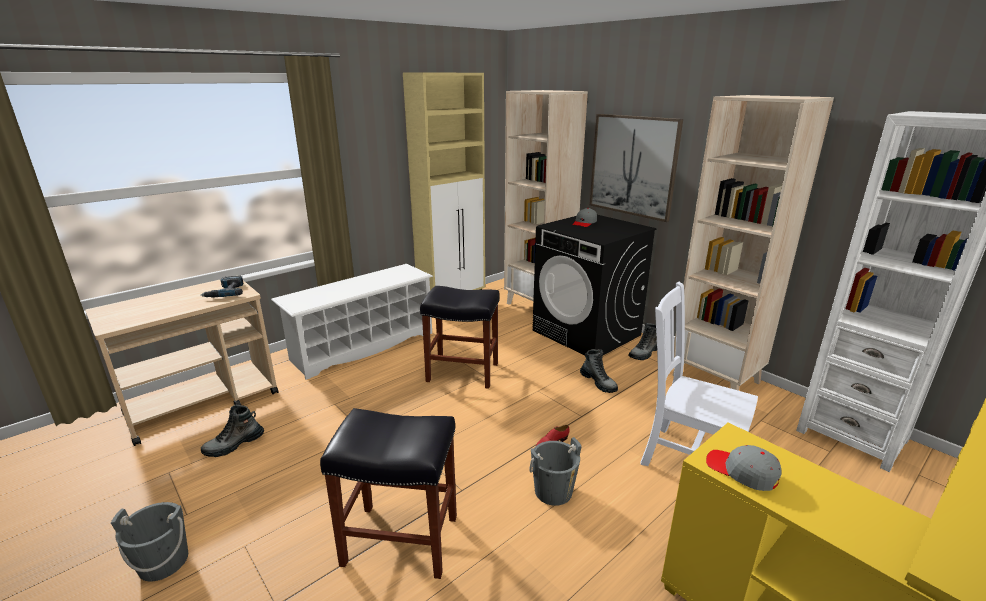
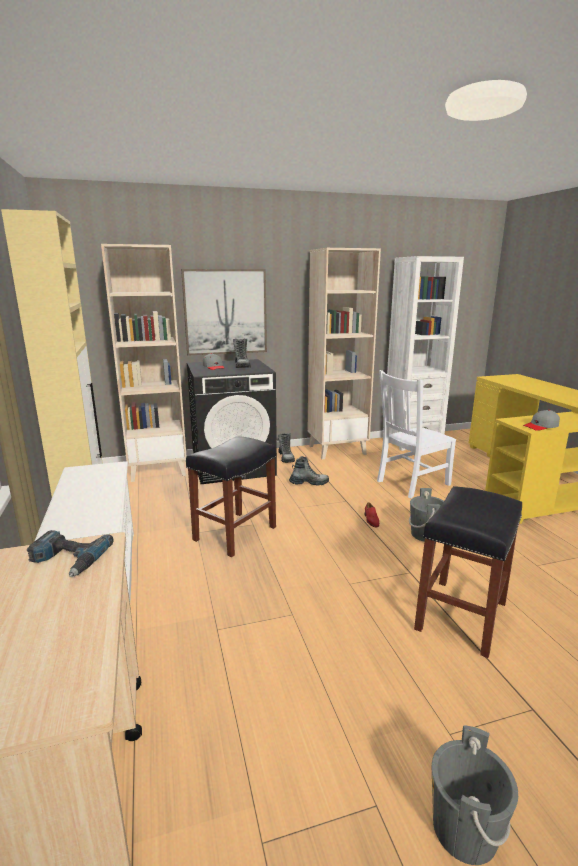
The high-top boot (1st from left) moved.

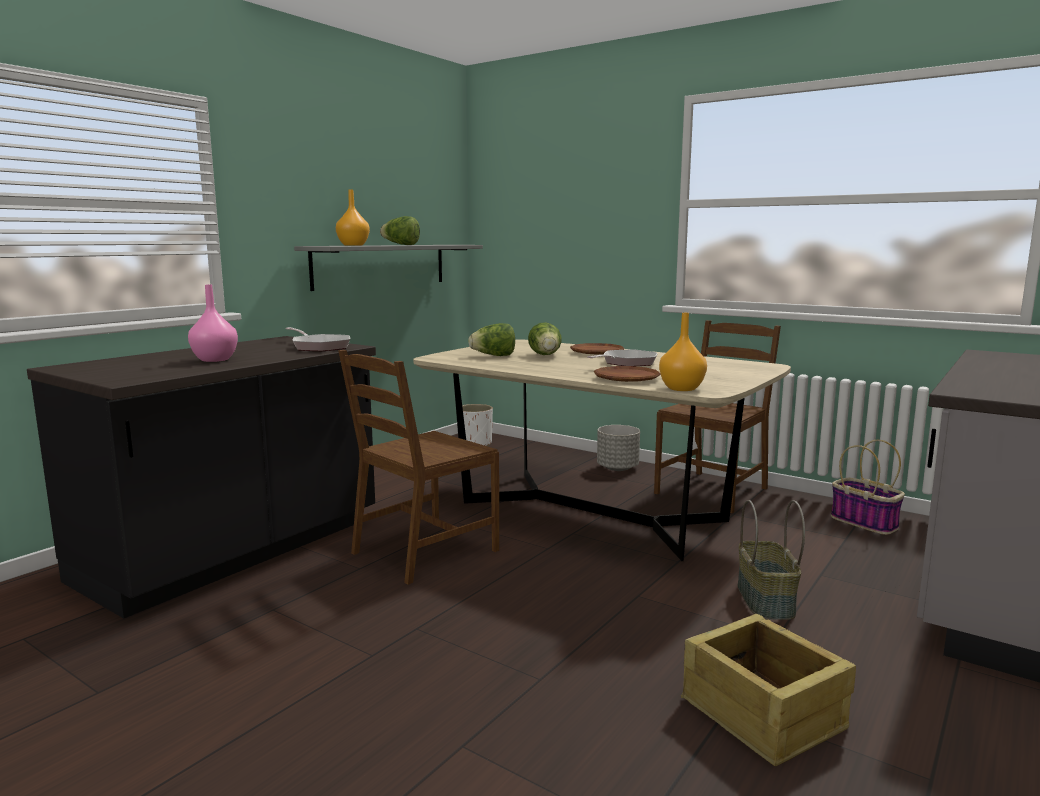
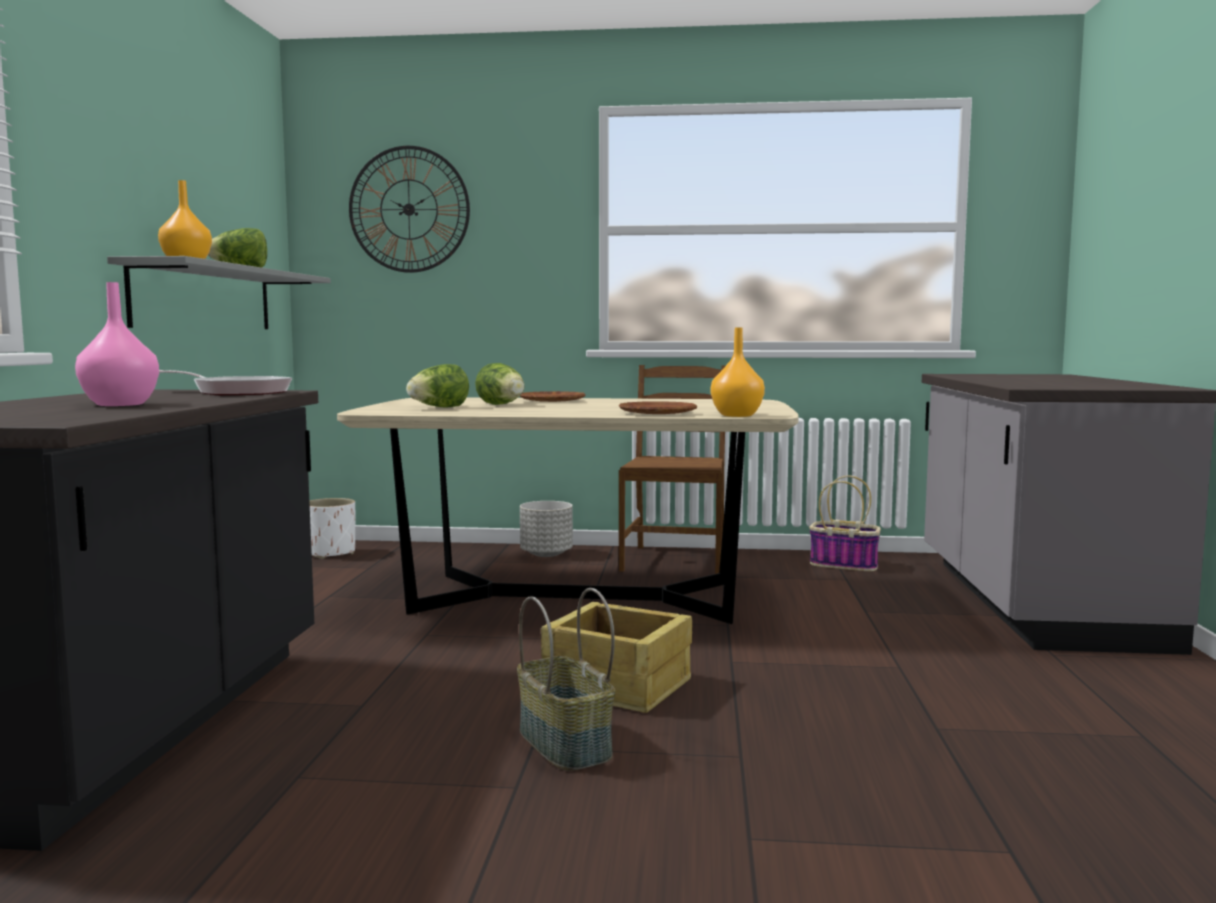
The hanging clock appeared.
The household basket (1st from left) moved.
The shipping crate moved.
The brown-coloured chair (1st from left) disappeared.
The frying pan (2nd from left) disappeared.

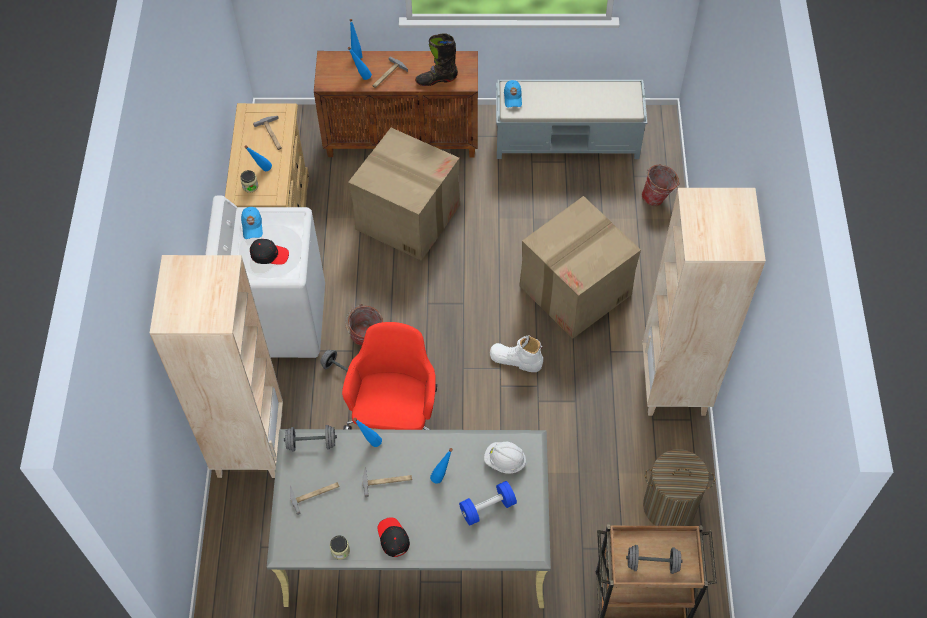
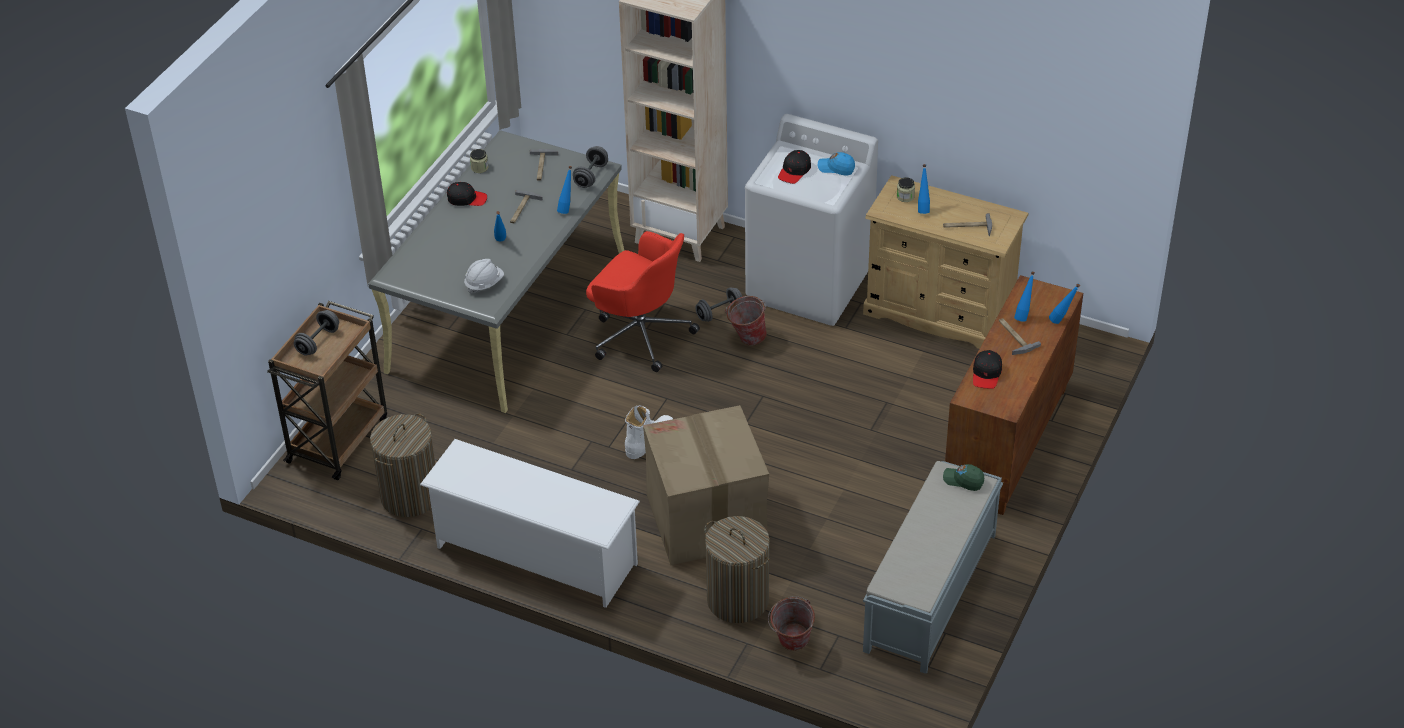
The beige-coloured bookcase (2nd from left) was replaced by the white shoe stand.
The laundry basket (2nd from left) appeared.
The bluish cap (2nd from left) became the green-coloured cap.
The black high-top boot was replaced by the black cap (3rd from left).
The carton (1st from left) disappeared.
The bluish free weight disappeared.

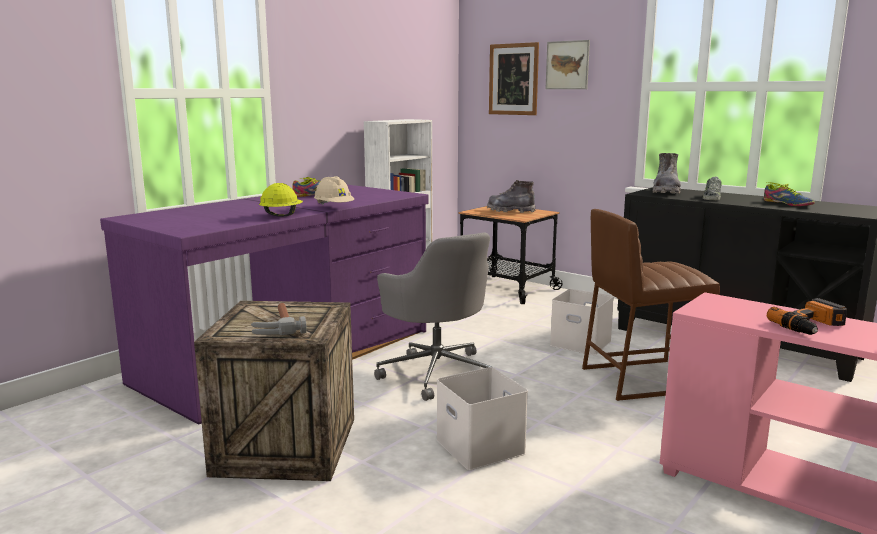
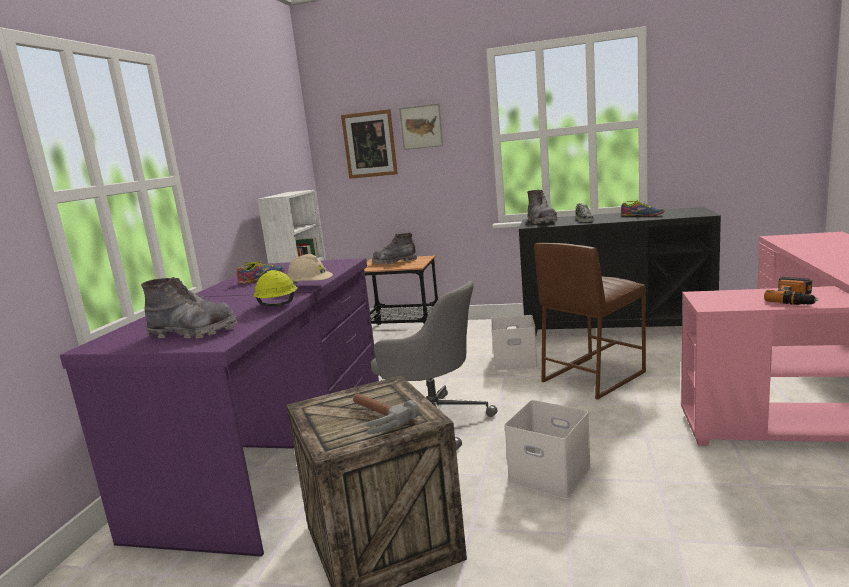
The greyish high-top boot (1st from left) appeared.

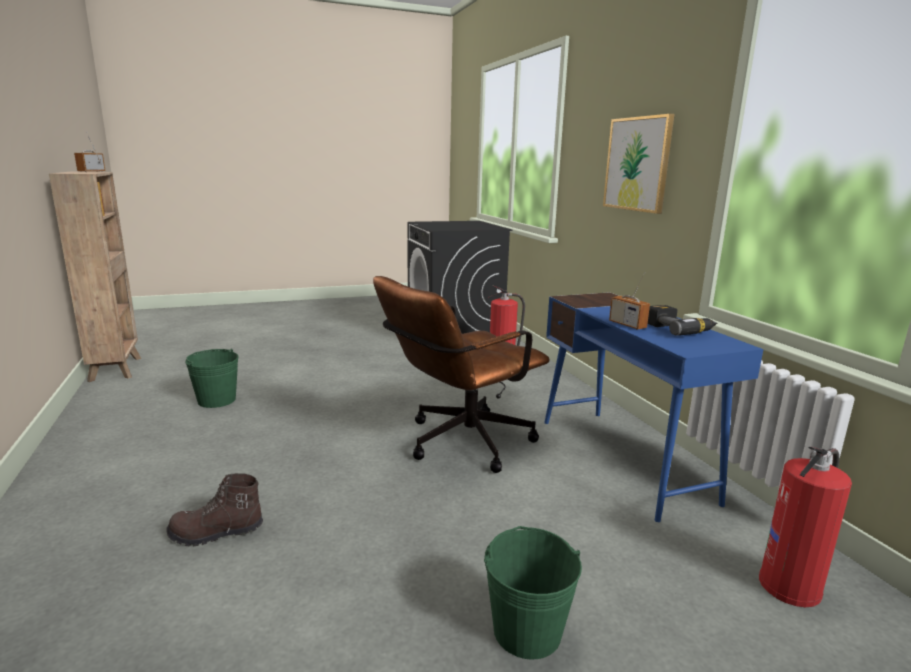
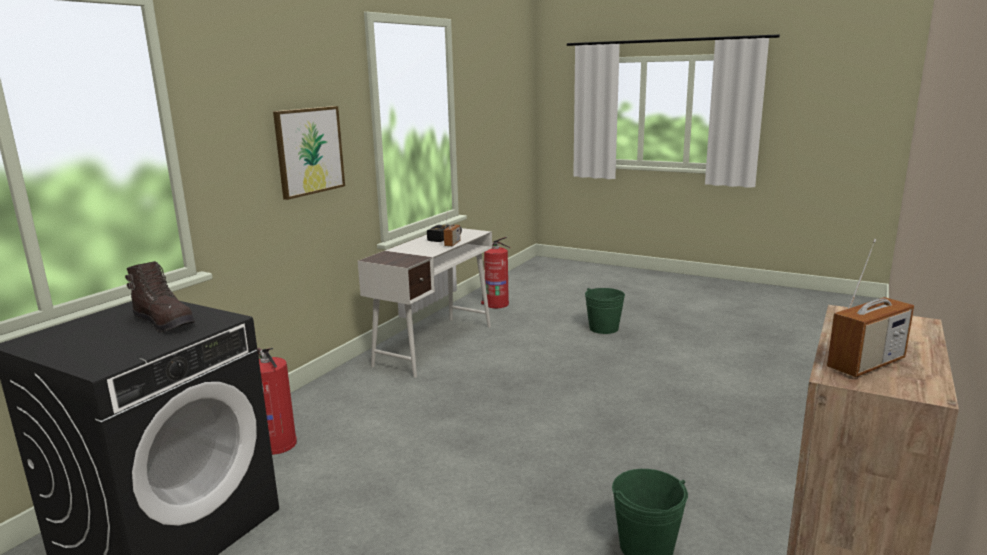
The brown-coloured high-top boot moved.
The bluish desk became the white desk.
The brown-coloured desk chair disappeared.

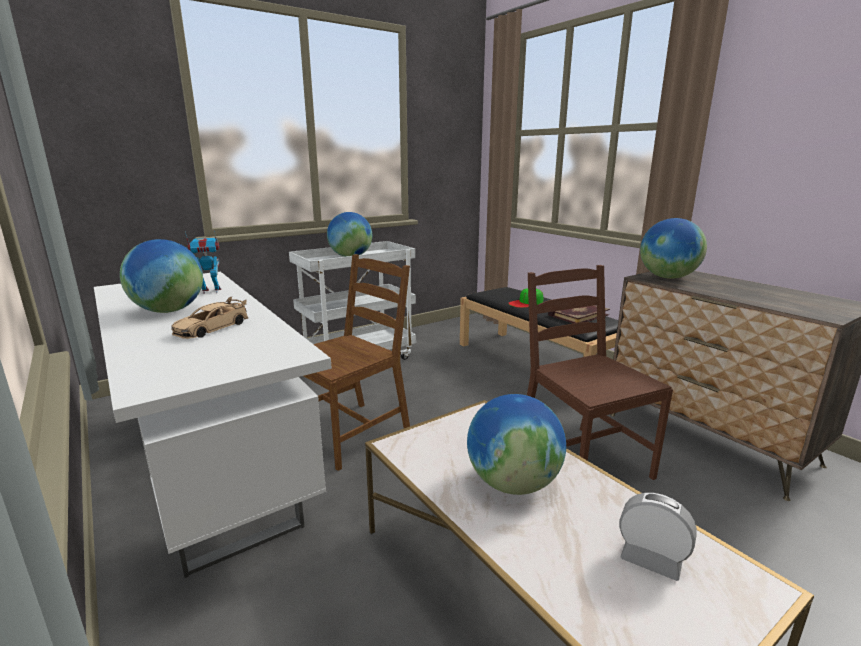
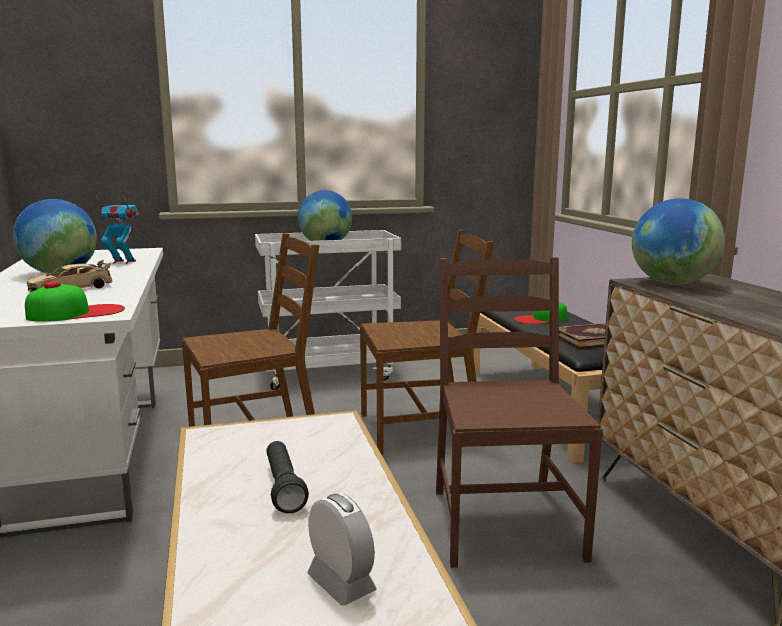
The cap (1st from left) appeared.
The desk globe (3rd from left) was replaced by the black hand torch.
The brown-coloured chair (2nd from left) appeared.

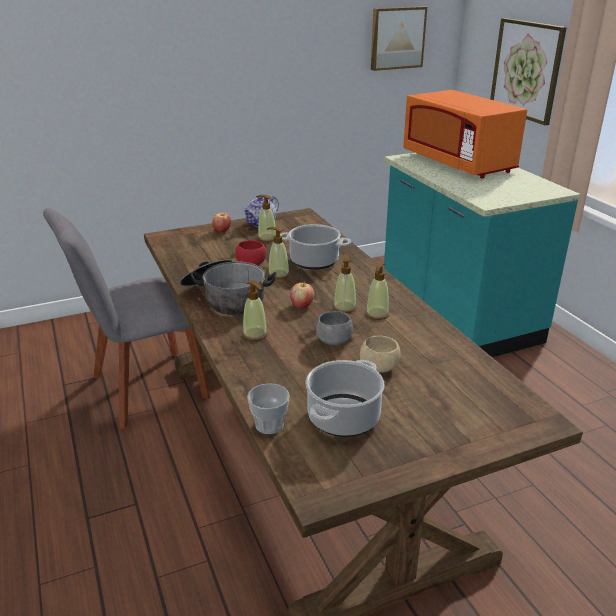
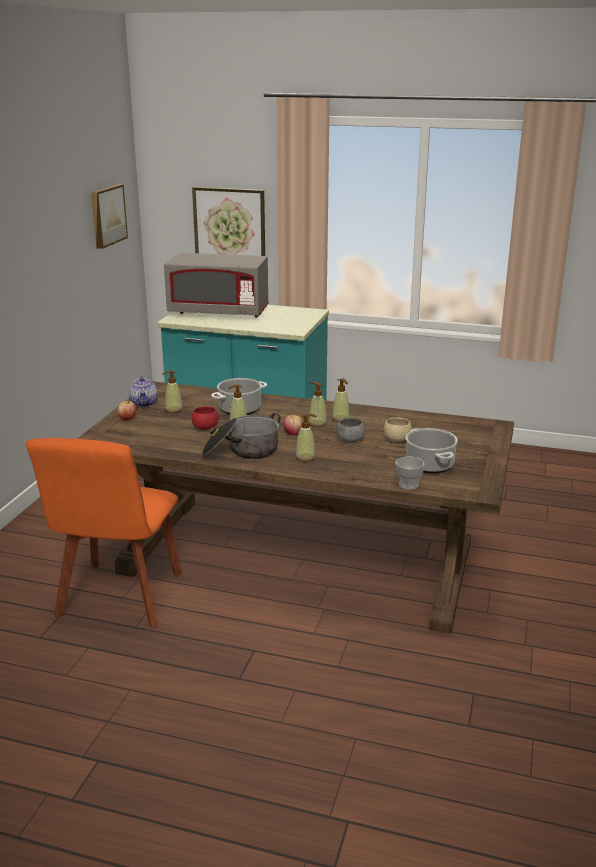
The greyish chair became the orange chair.
The orange microwave oven became the greyish microwave oven.

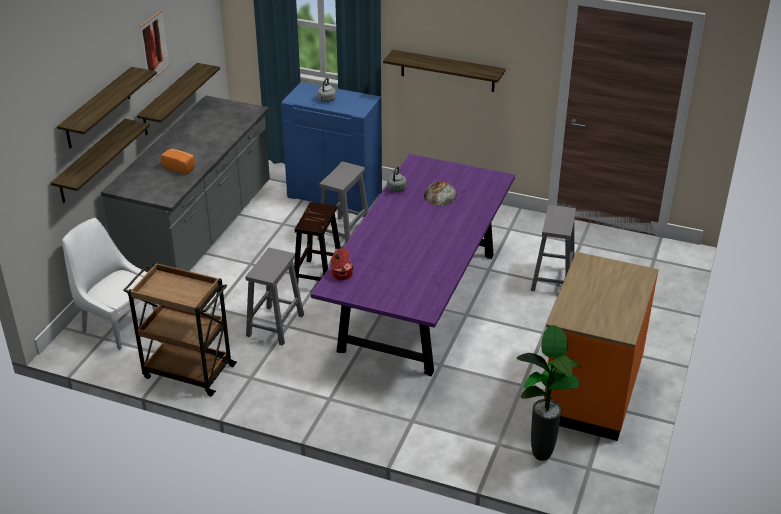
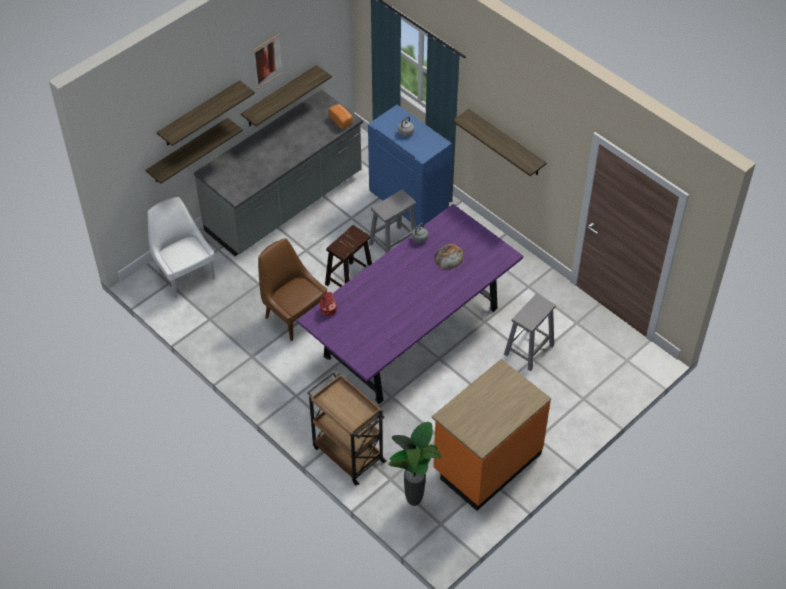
The greyish stool seat (1st from left) was replaced by the brown-coloured chair.
The brown-coloured wheeled cart moved.
The baked bread (1st from left) moved.

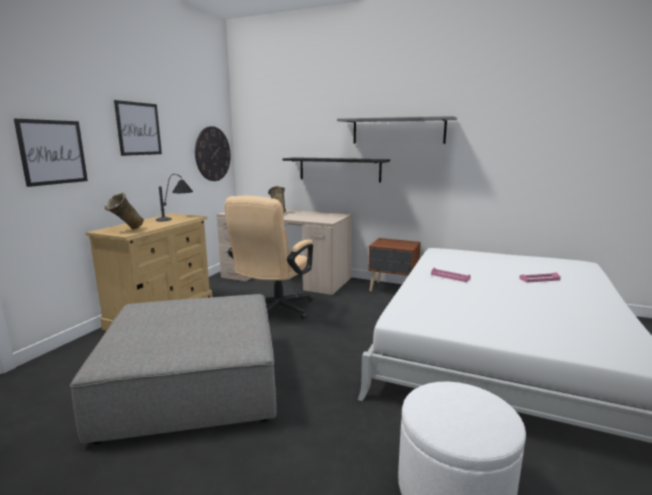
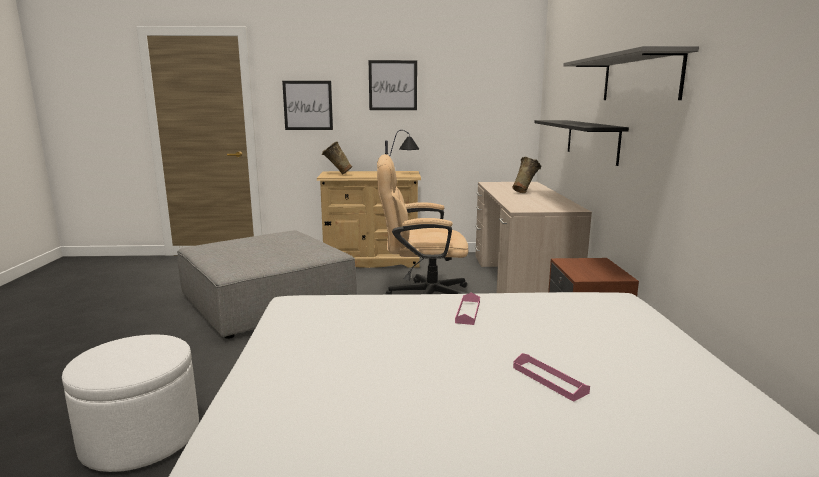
The hanging clock disappeared.

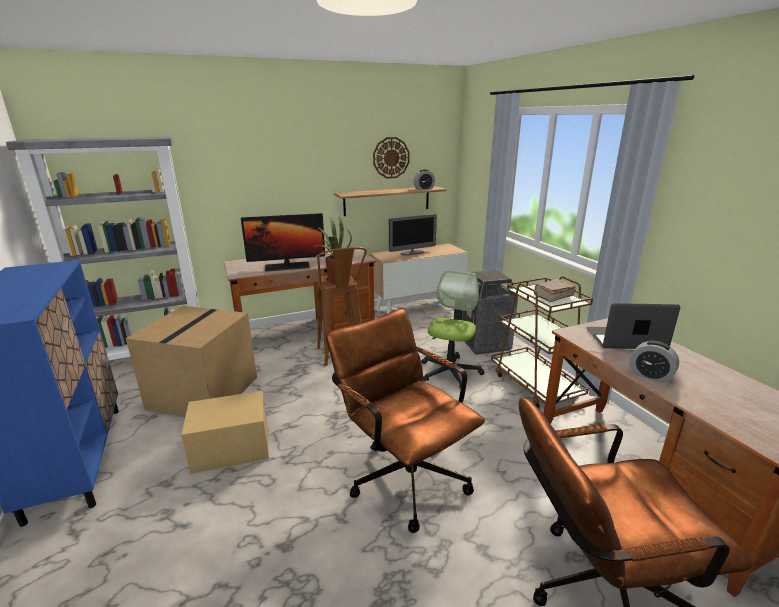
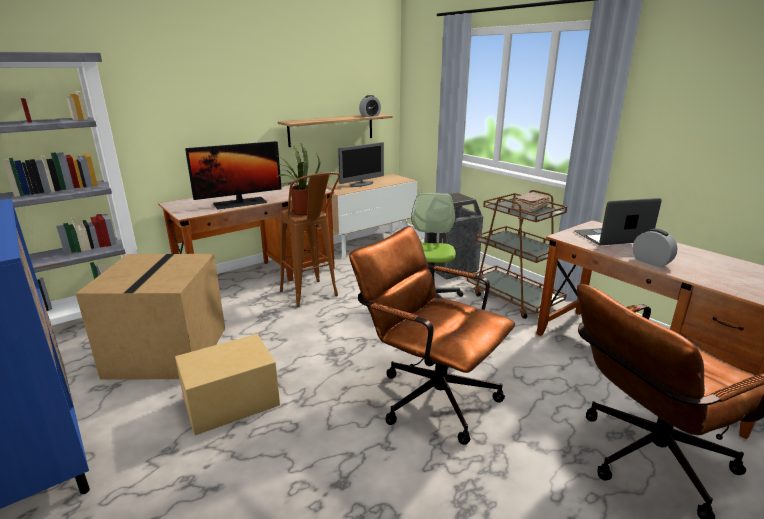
The table clock (2nd from left) turned 150 degrees counterclockwise.
The hanging clock disappeared.

